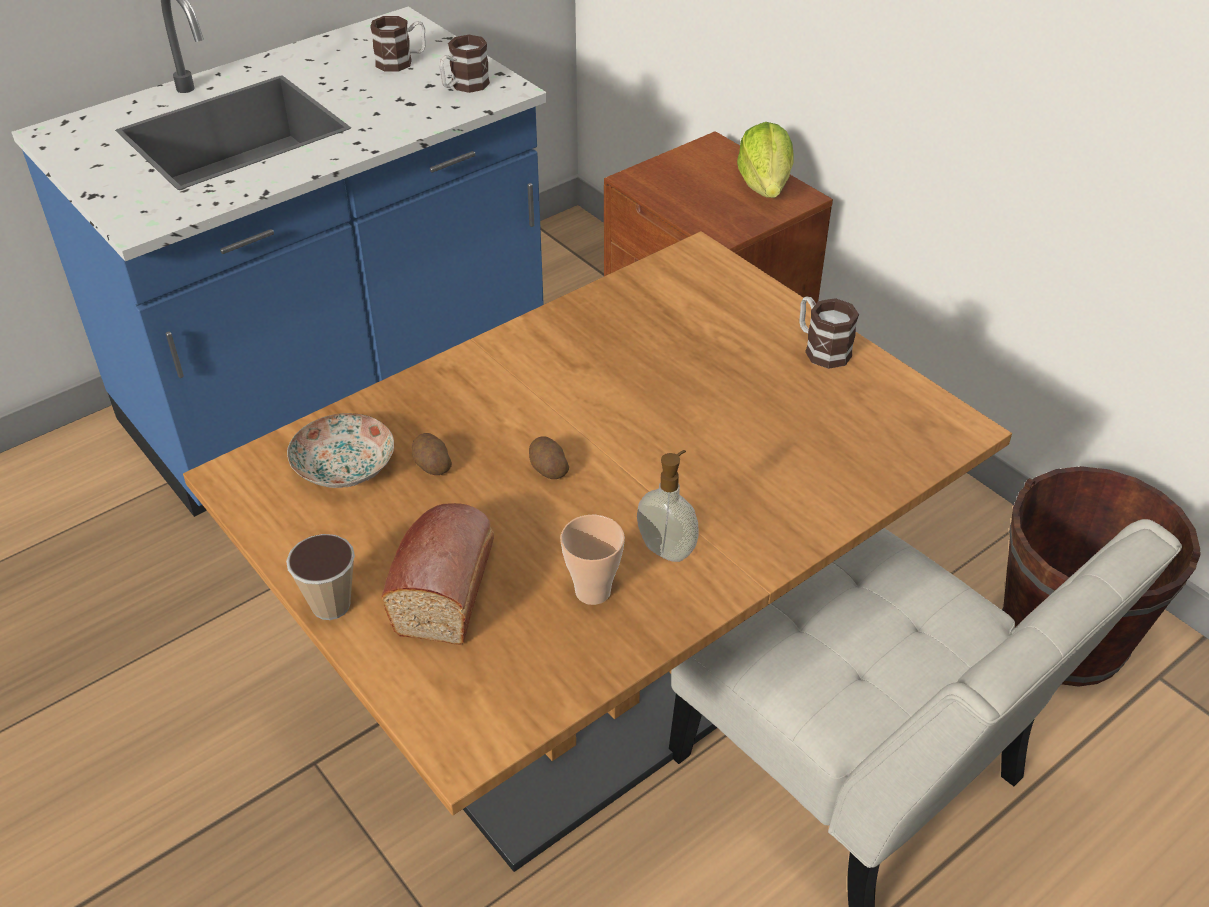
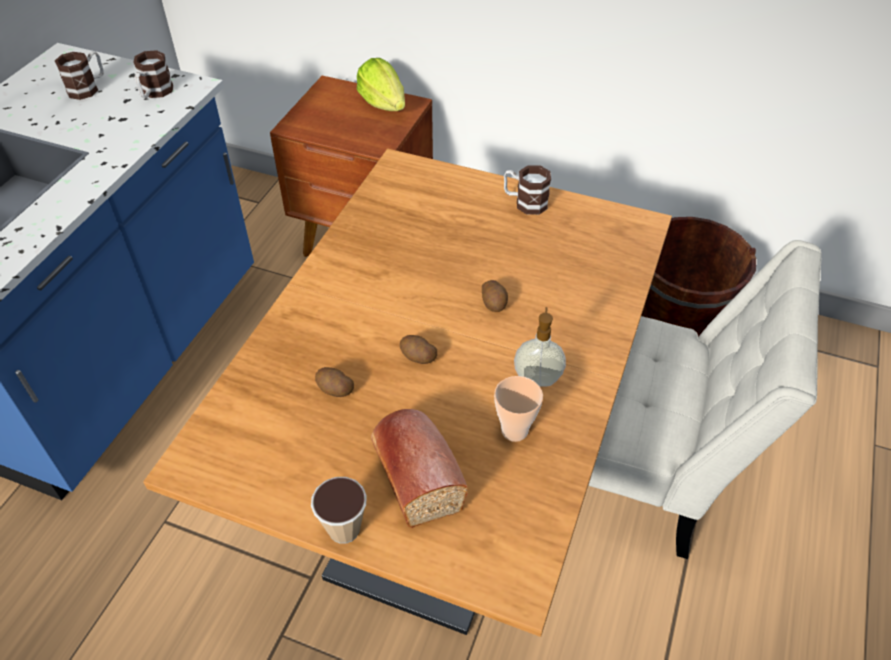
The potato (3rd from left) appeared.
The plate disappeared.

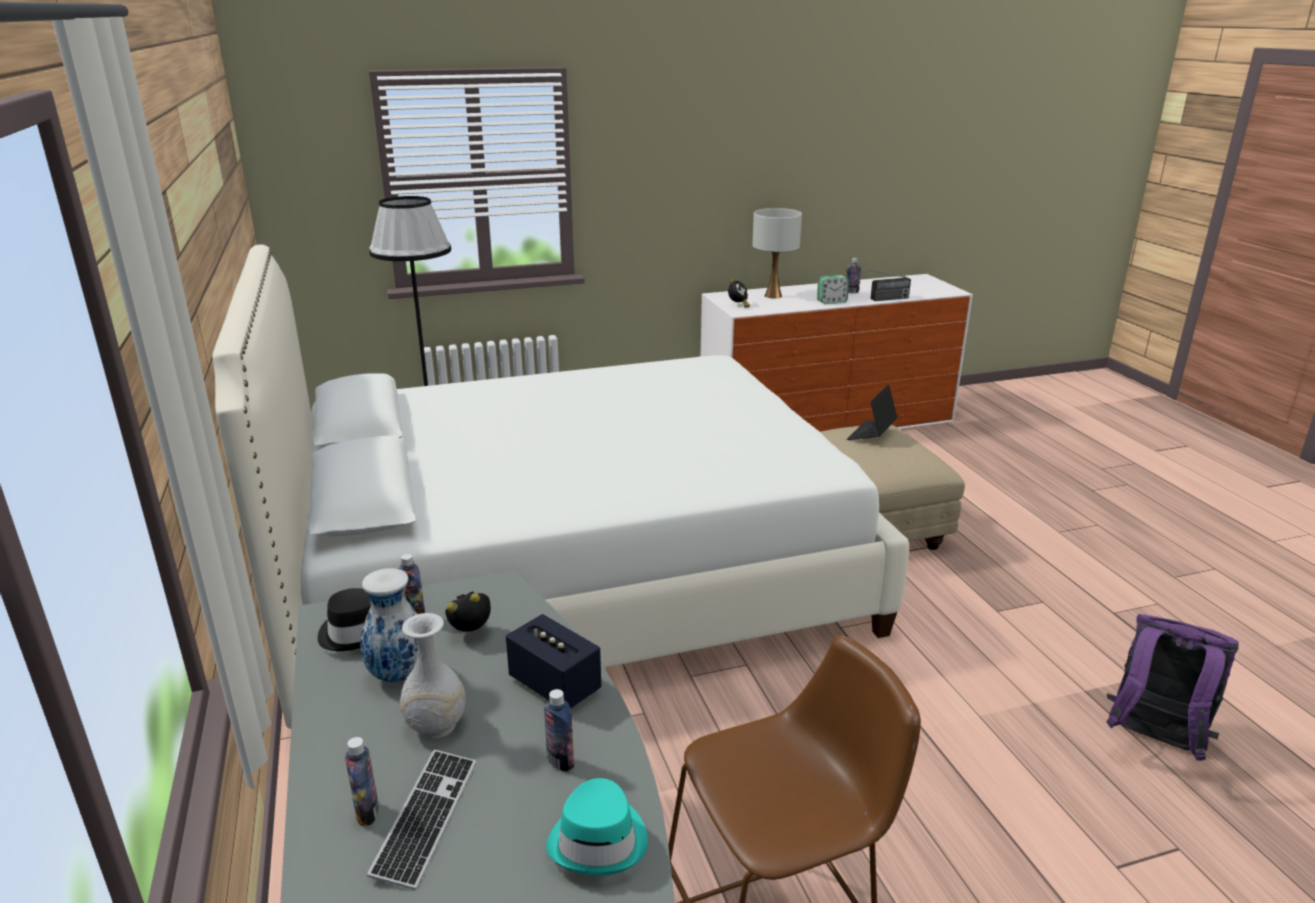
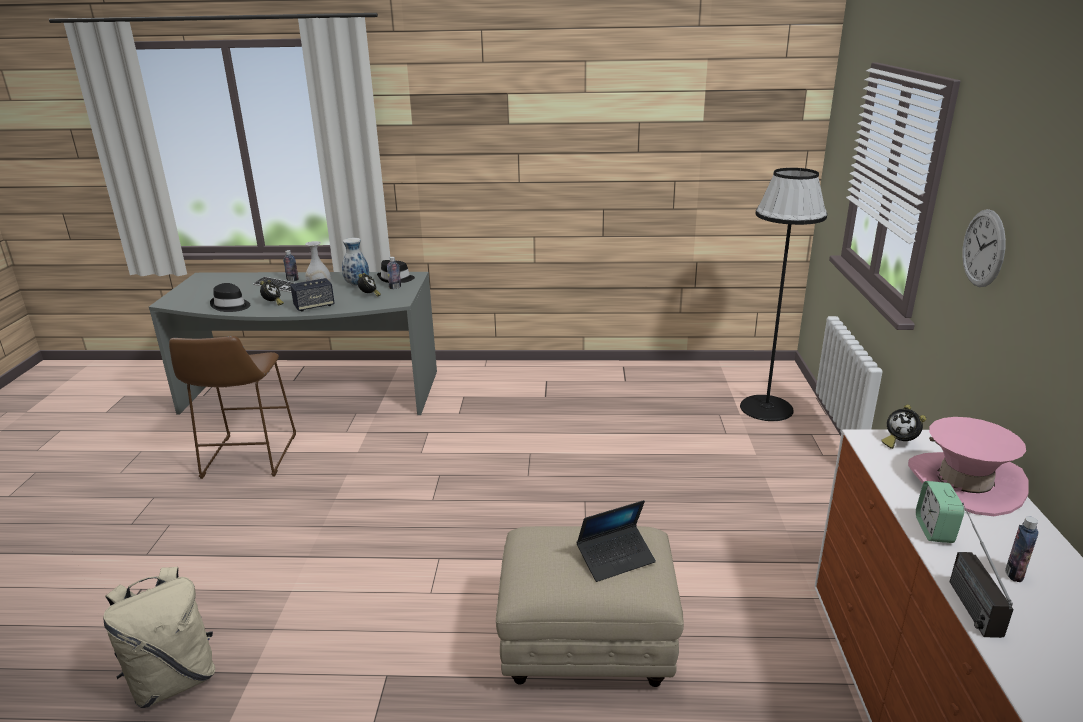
The purple-coloured backpack became the beige-coloured backpack.
The blue-green wearable hat became the black wearable hat (1st from left).
The bottle (3rd from left) was replaced by the table clock (1st from left).
The laptop turned 105 degrees clockwise.
The white table lamp was replaced by the pink wearable hat.
The hanging clock appeared.
The white sleeping bed disappeared.

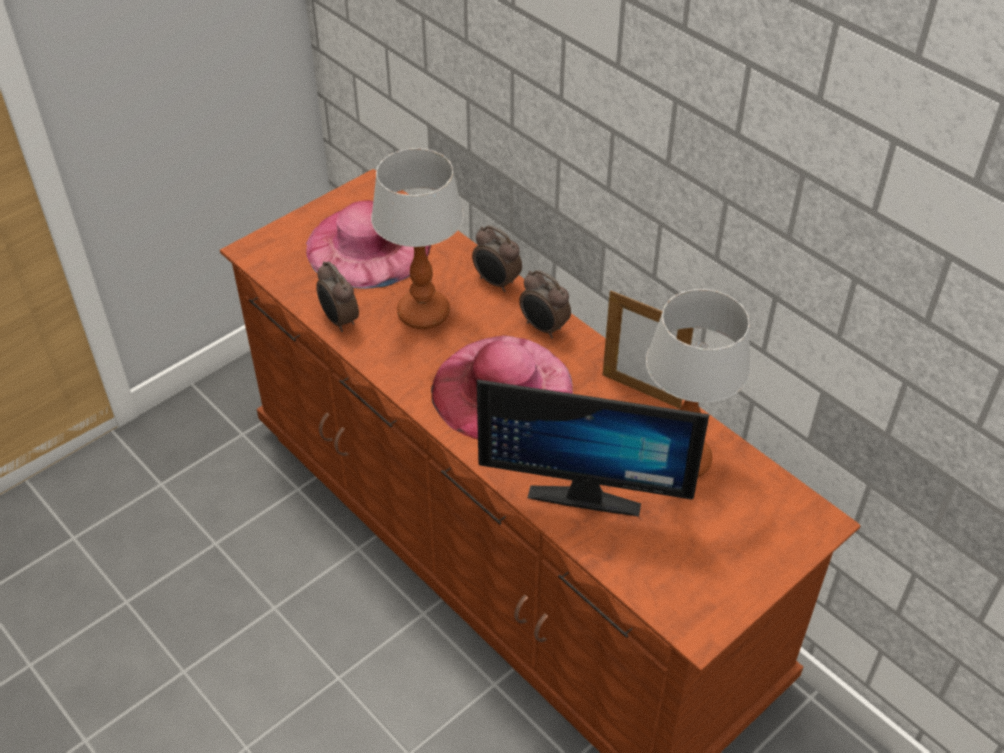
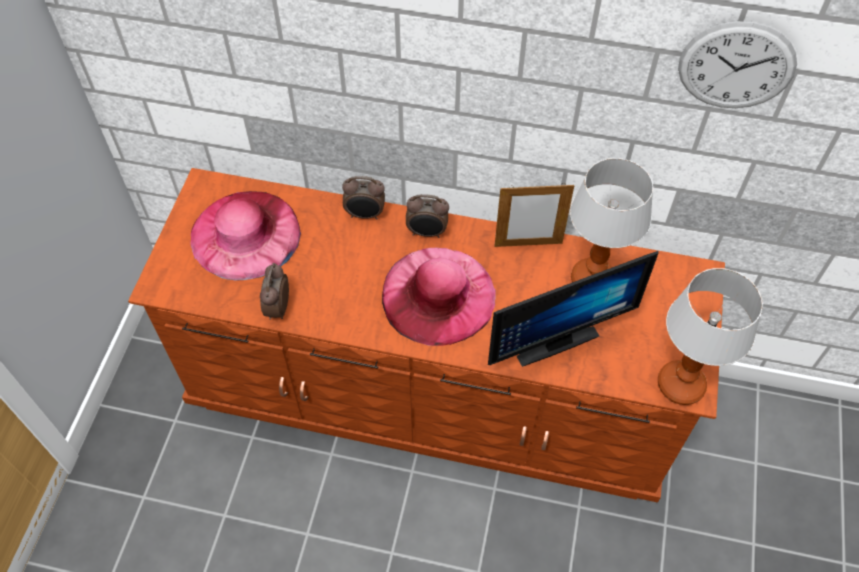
The table clock (1st from left) turned 75 degrees clockwise.
The table lamp (1st from left in the first image) moved.
The hanging clock appeared.

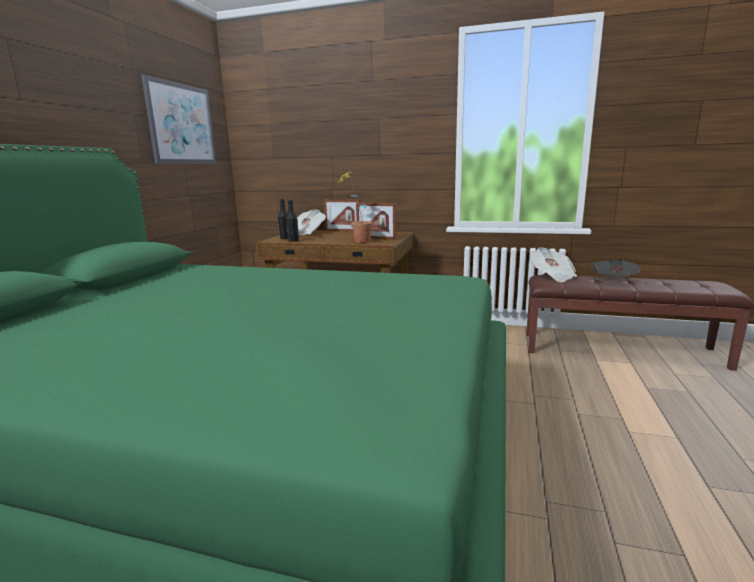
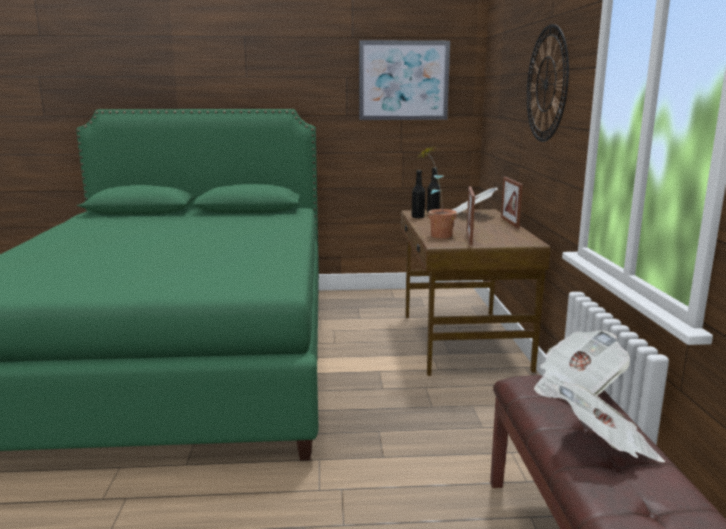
The hanging clock appeared.

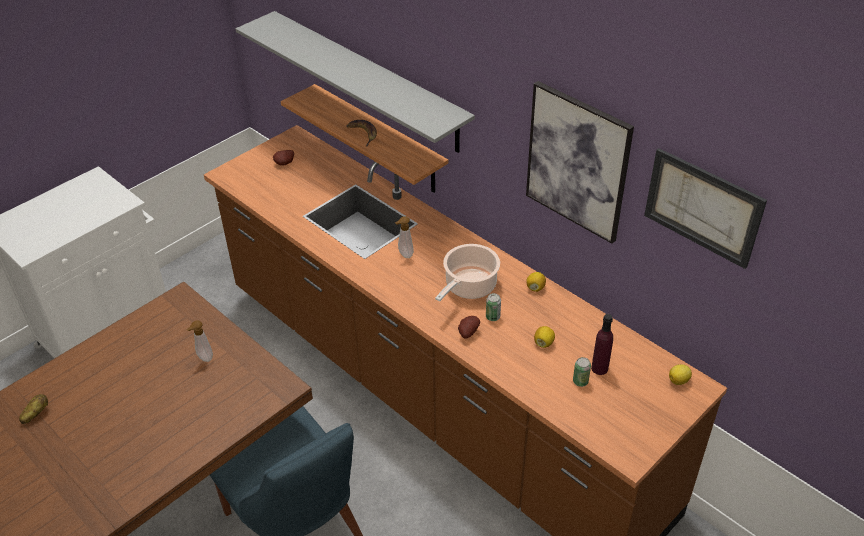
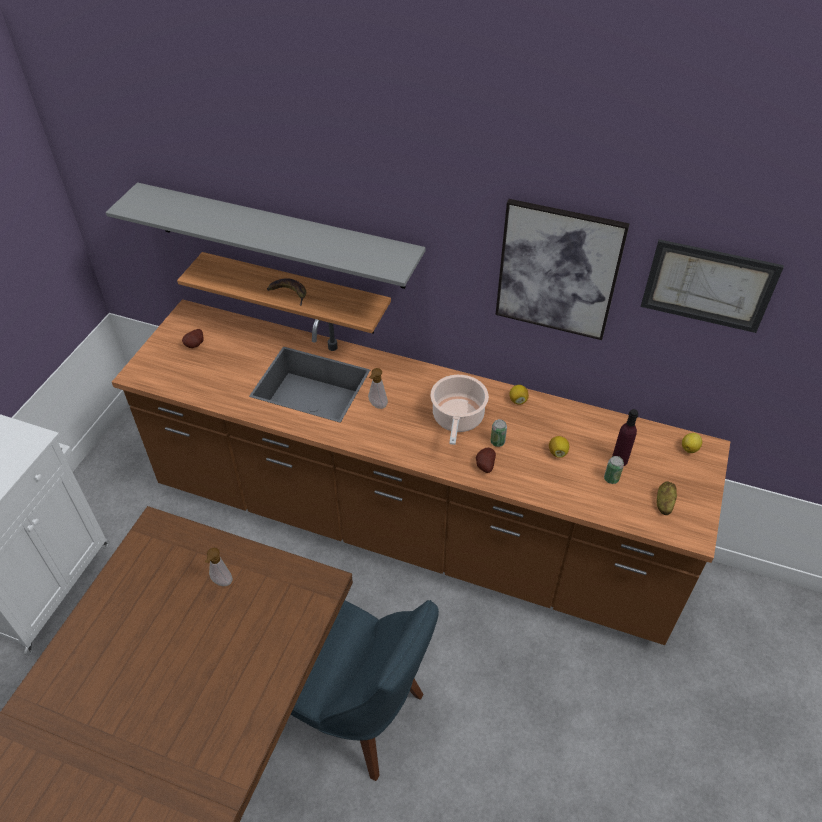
The potato (1st from left in the first image) moved.

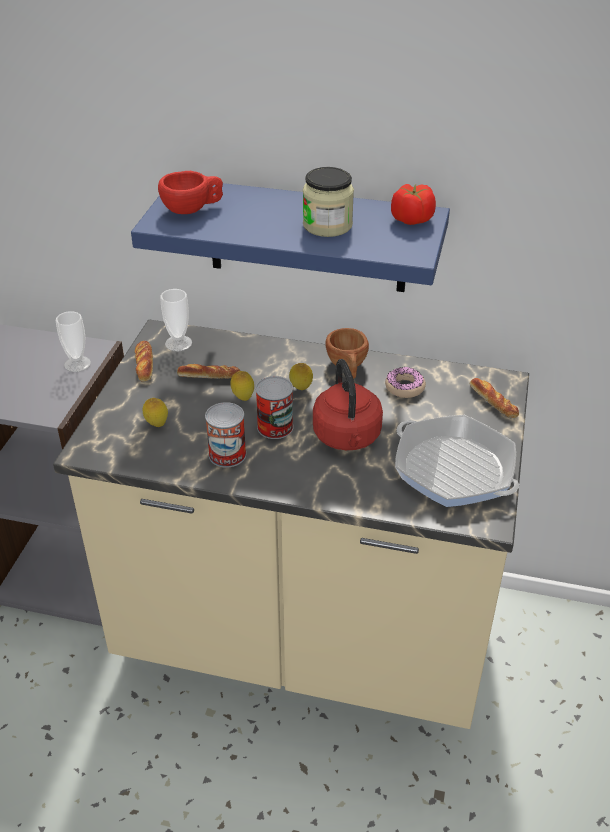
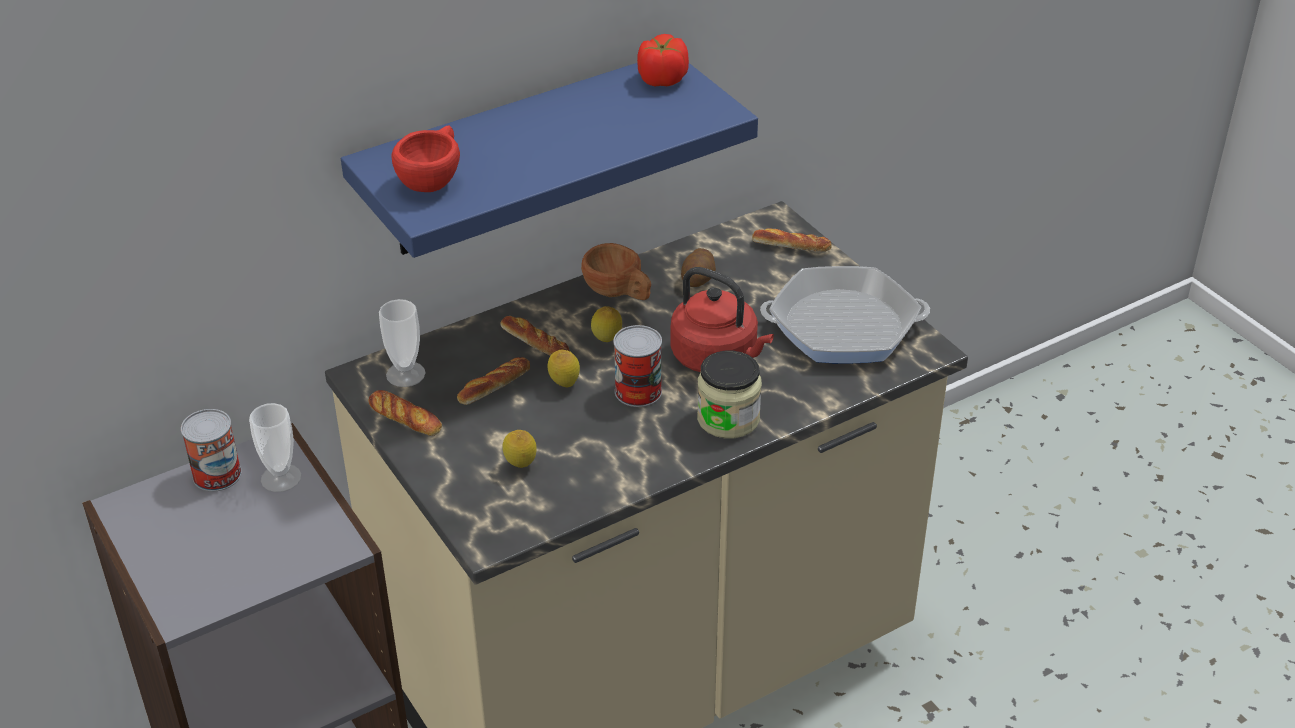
The sealed can (1st from left) moved.
The baked bread (3rd from left) appeared.
The ring doughnut was replaced by the potato.
The storage jar moved.

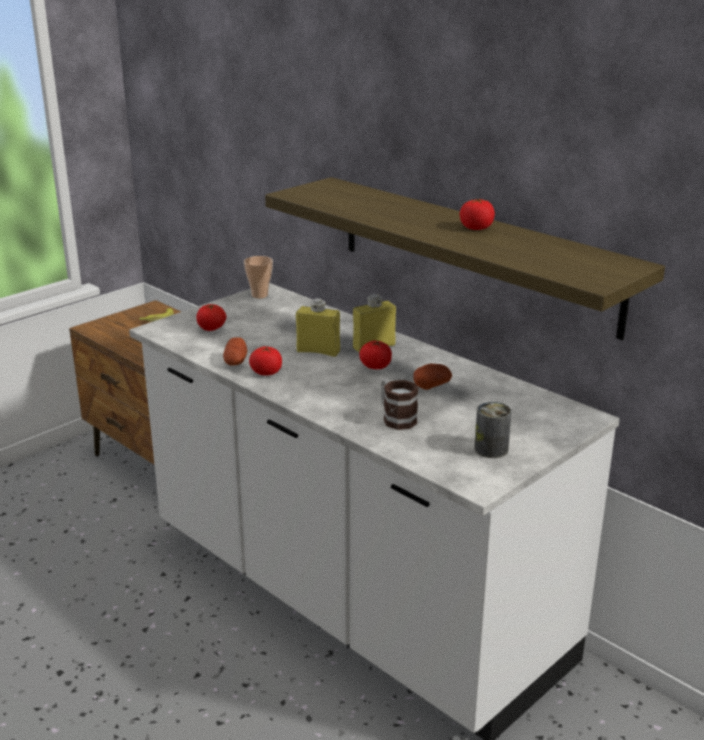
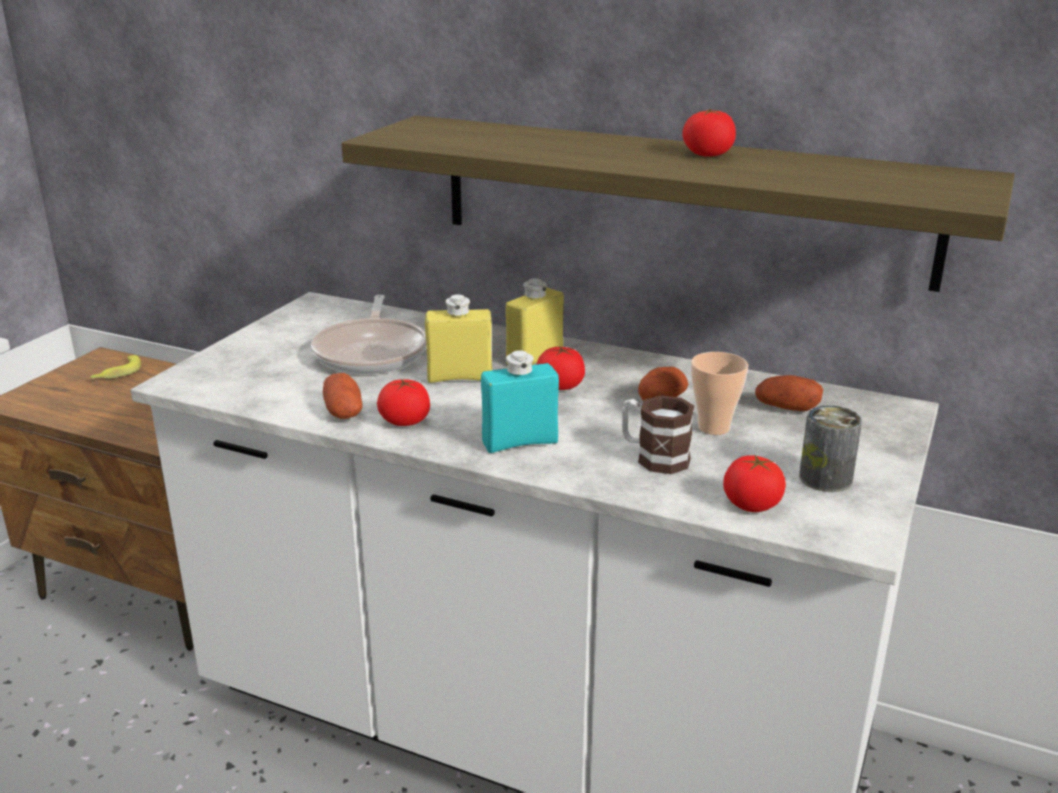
The frying pan appeared.
The blue-green bottle appeared.
The small cup moved.
The whole tomato (1st from left in the first image) moved.
The potato (3rd from left) appeared.

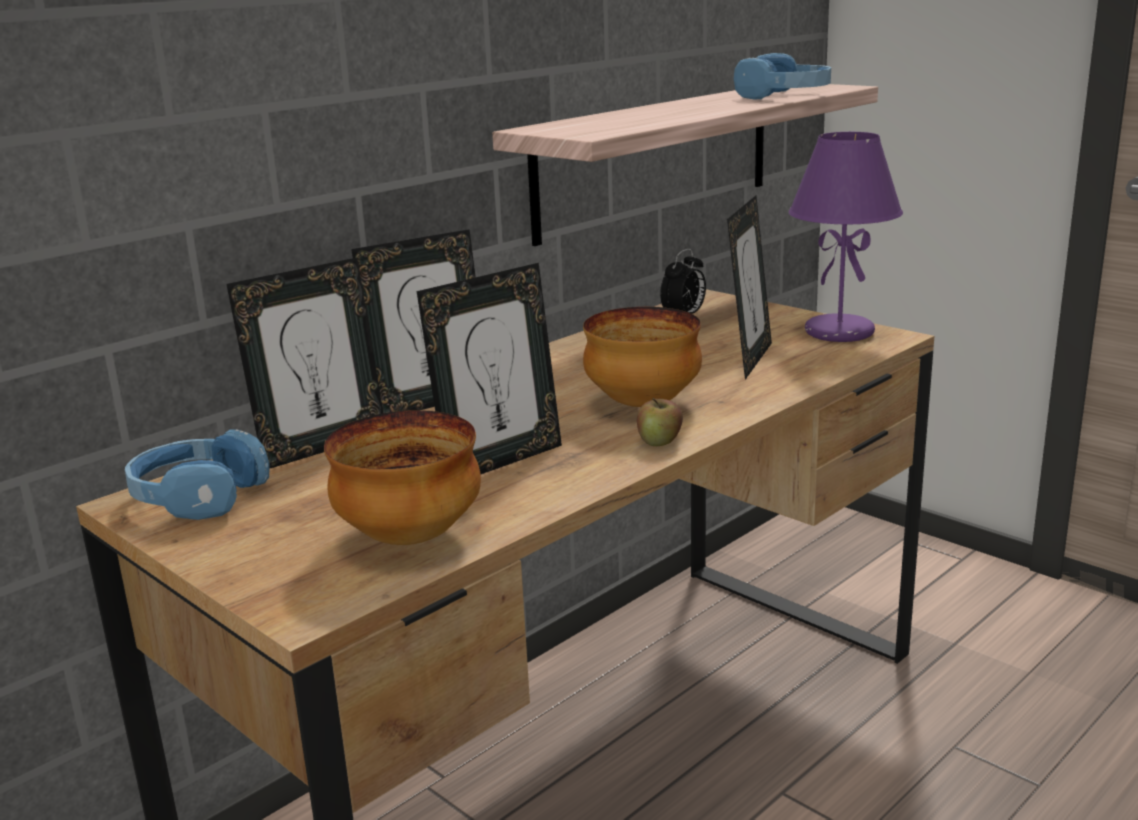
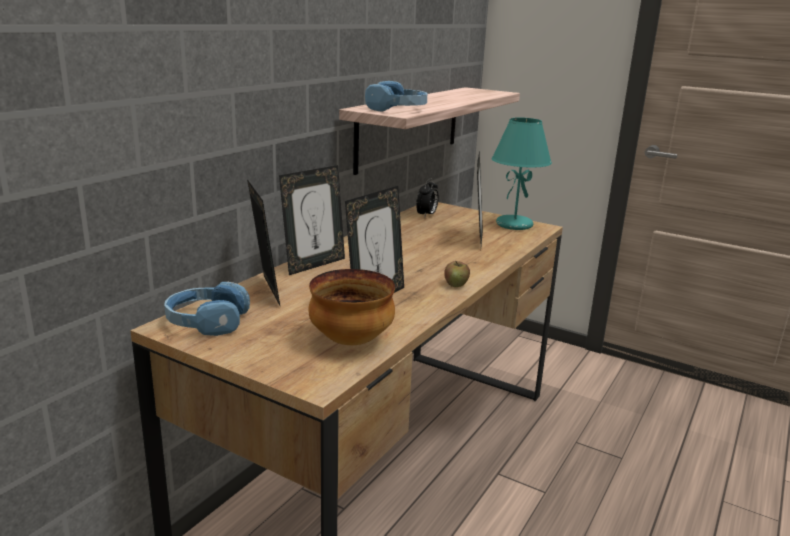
The photo frame (1st from left) turned 60 degrees counterclockwise.
The bluish headphones (2nd from left) moved.
The purple-coloured table lamp became the blue-green table lamp.
The bowl (2nd from left) disappeared.

